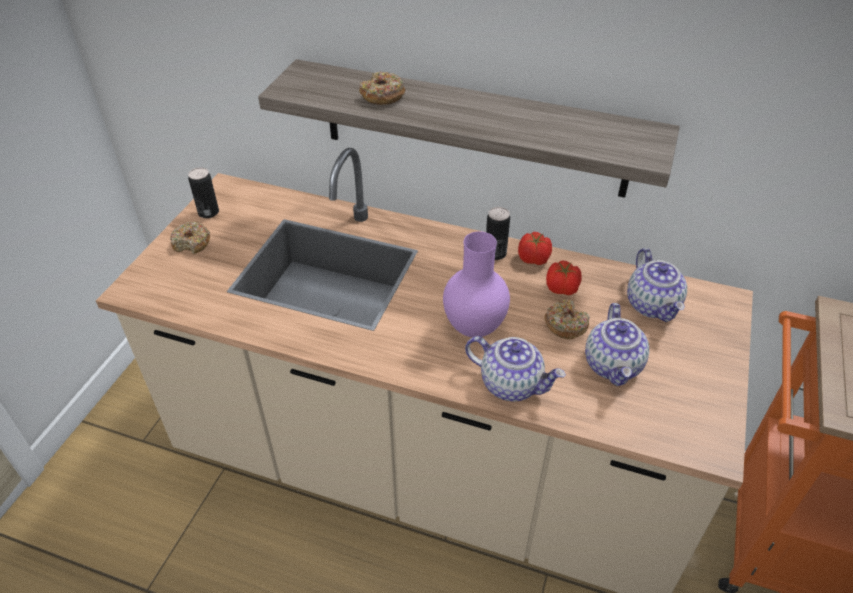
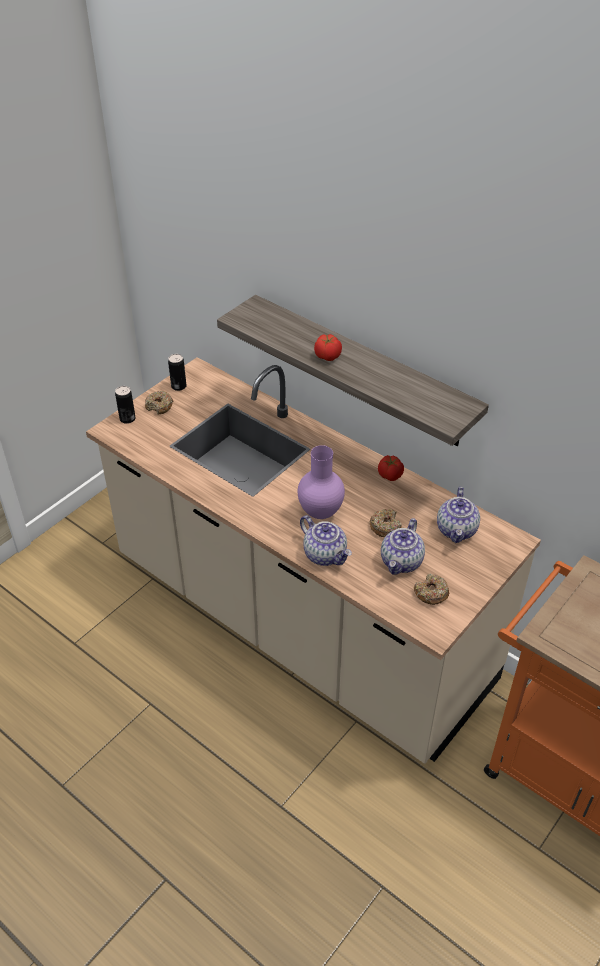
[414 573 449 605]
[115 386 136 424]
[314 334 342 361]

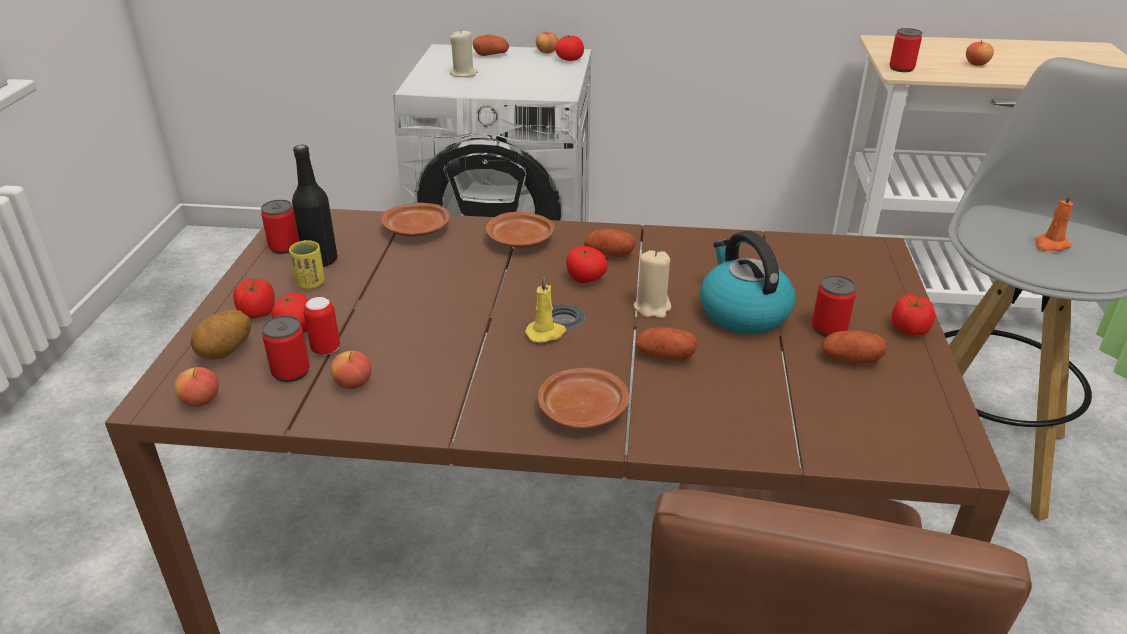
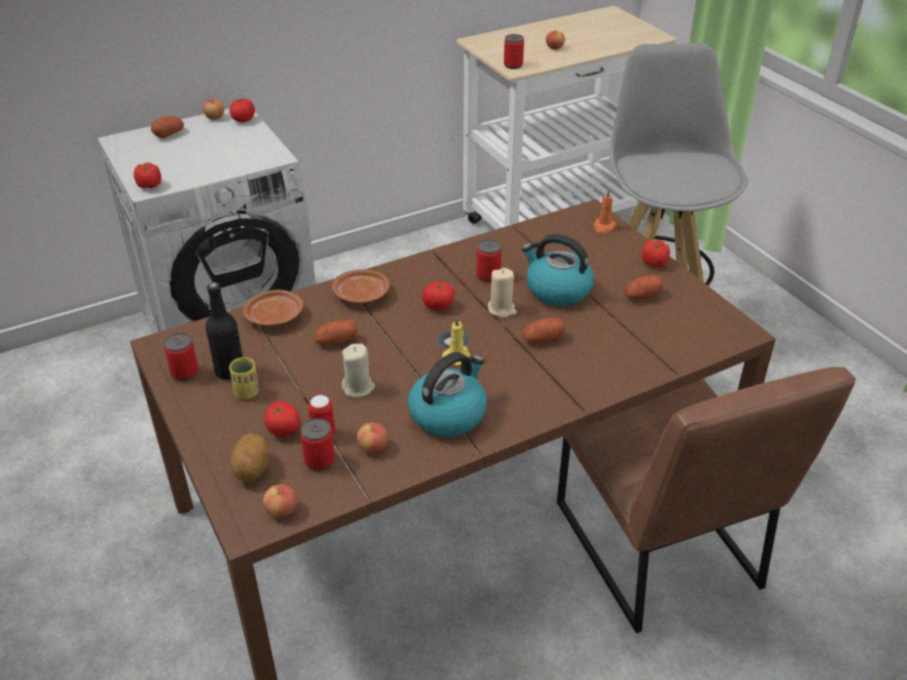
[538 368 629 429] (first image)
[408 352 487 437]
[133 162 161 188]
[341 343 375 397]
[314 320 358 345]
[476 239 502 282]
[593 189 617 234]

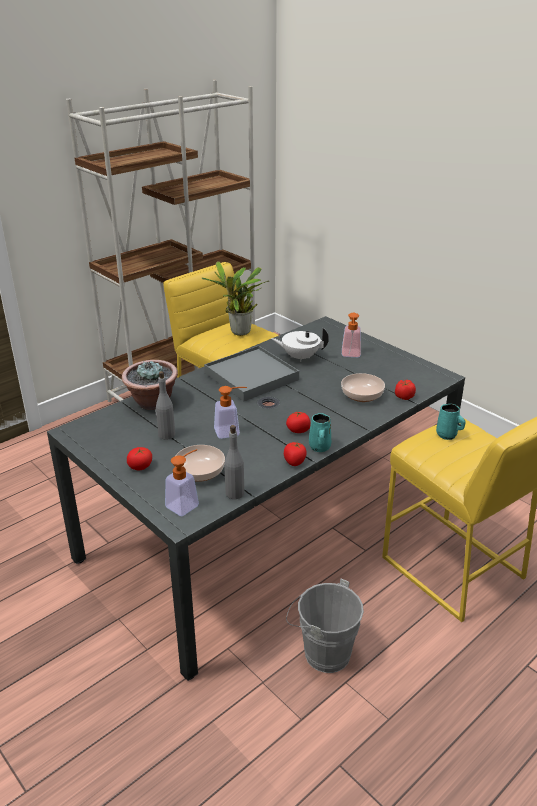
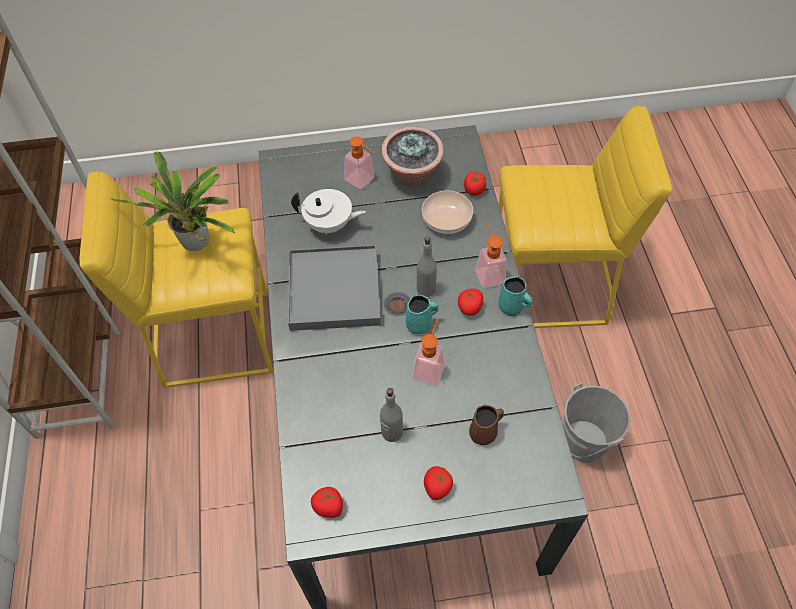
[381 126 444 187]
[475 223 506 288]
[417 236 437 297]
[311 487 343 518]
[406 295 438 334]
[469 405 504 445]
[291 189 366 235]

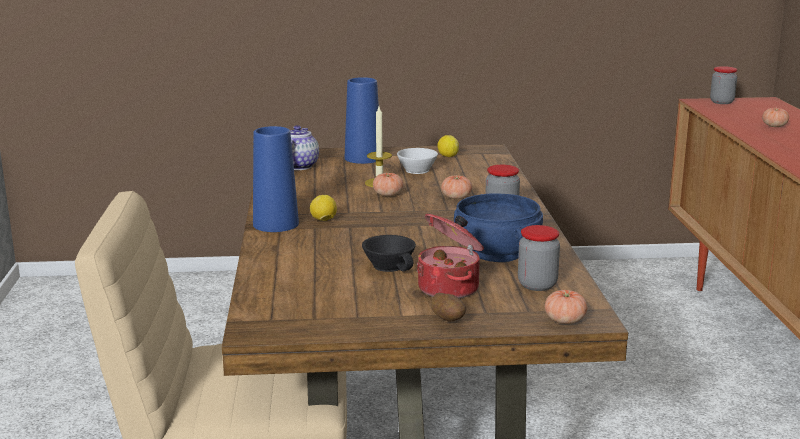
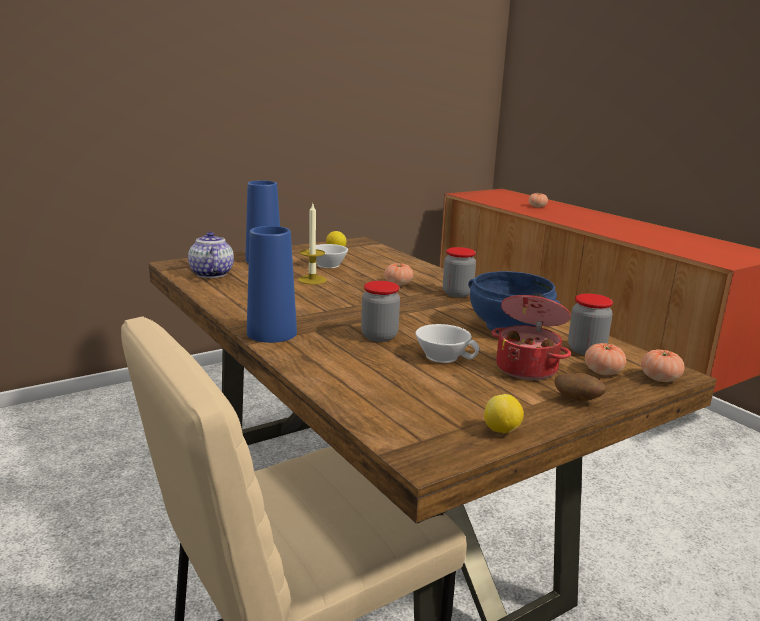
[484 394 524 433]
[585 343 626 375]
[361 281 400 342]
[416 324 479 363]

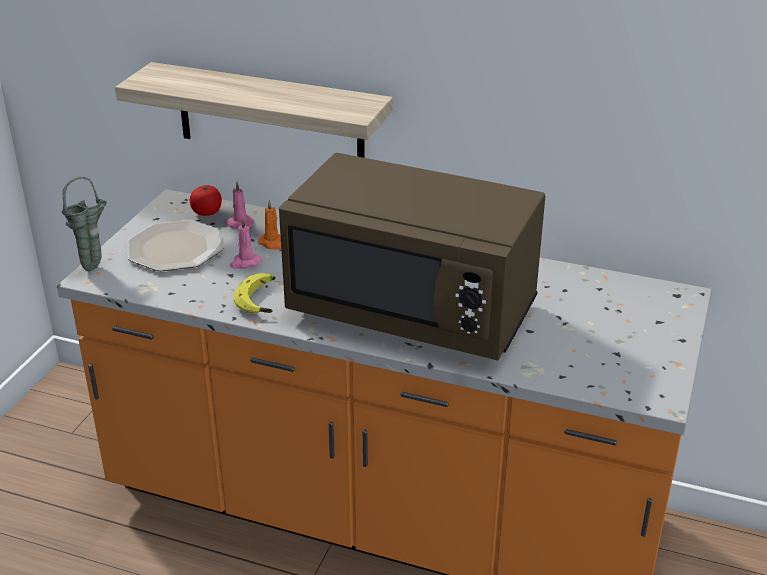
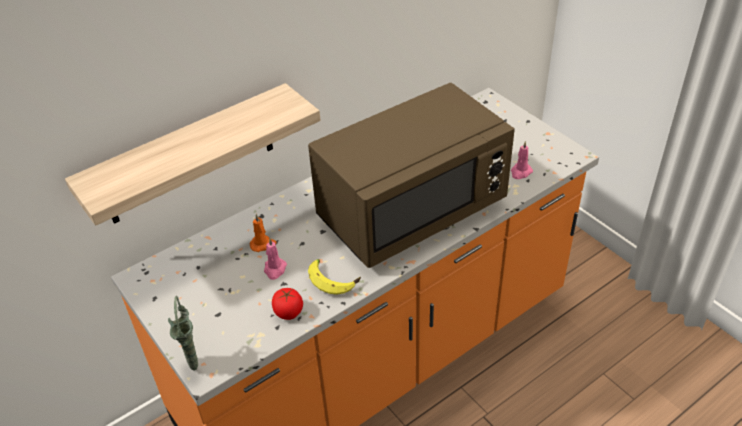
[127 220 224 271] (first image)
[272 288 303 320]
[511 141 533 179]

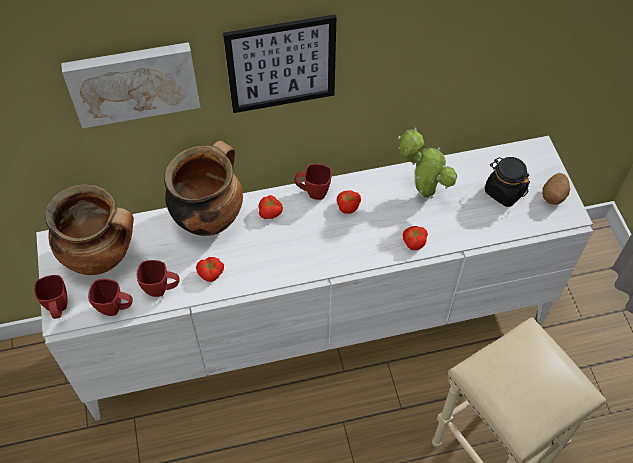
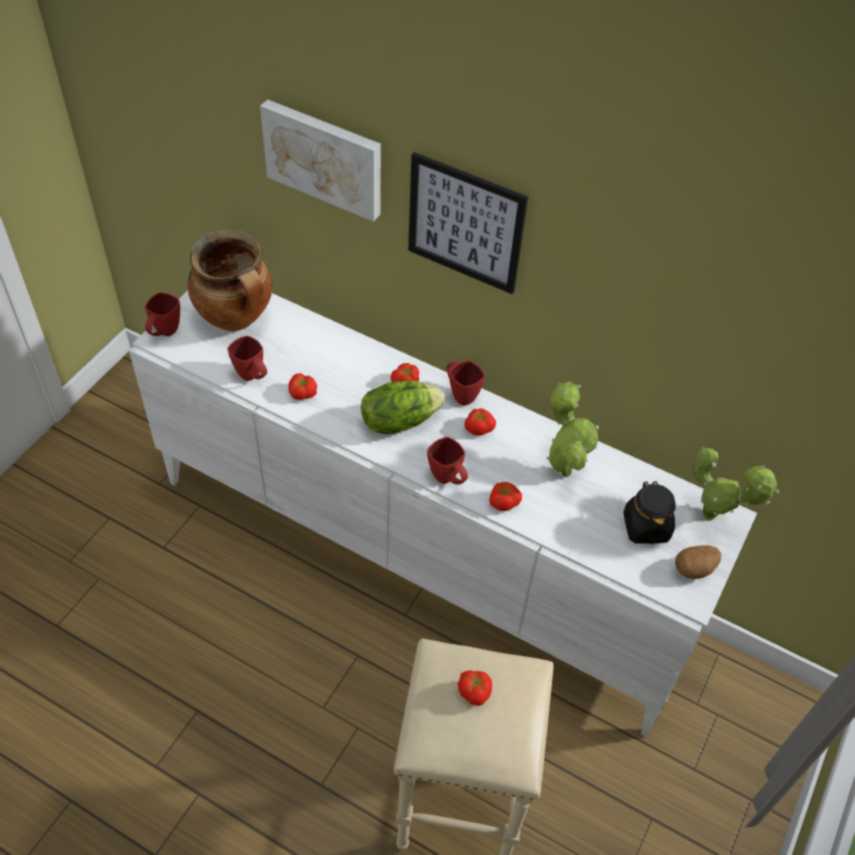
[164 140 243 236] (first image)
[361 381 445 434]
[457 670 492 706]
[693 446 779 522]
[427 437 468 485]

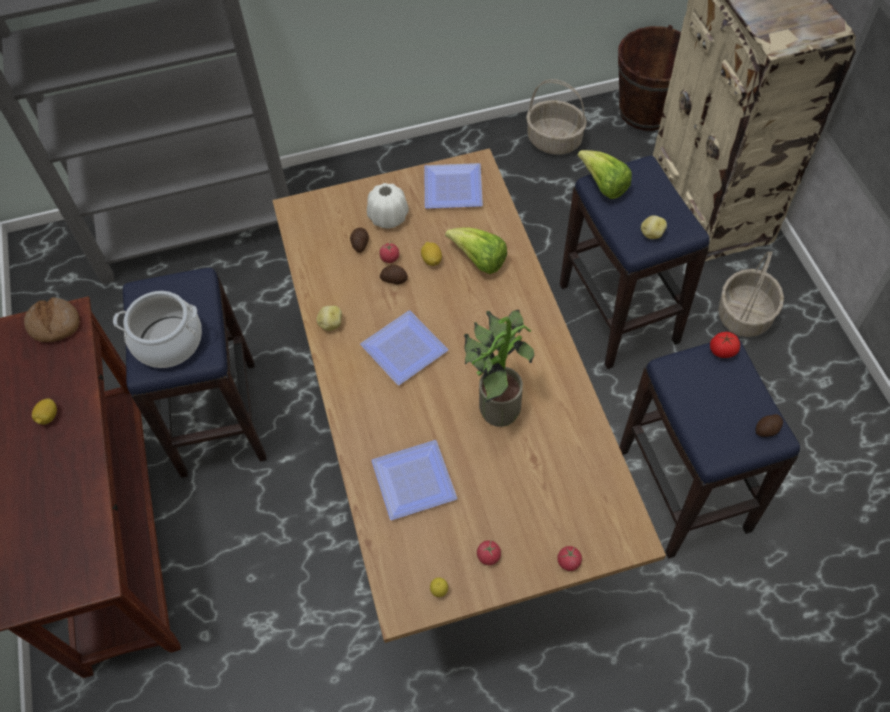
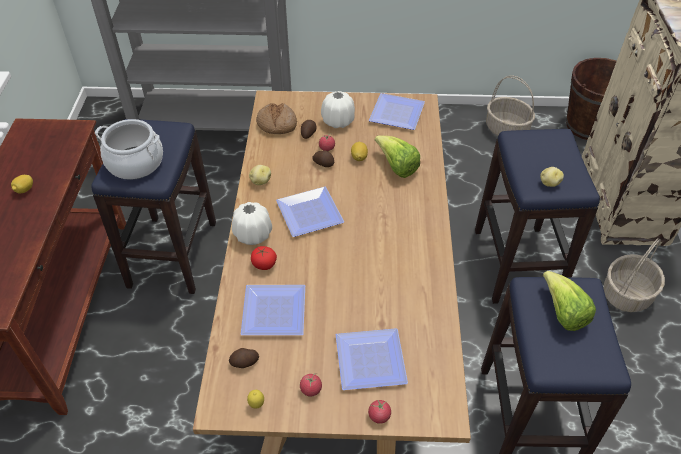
[464 310 534 427] (first image)
[232 202 272 245]
[336 328 408 390]
[256 103 297 134]
[543 271 596 331]
[251 246 277 270]
[229 348 259 368]

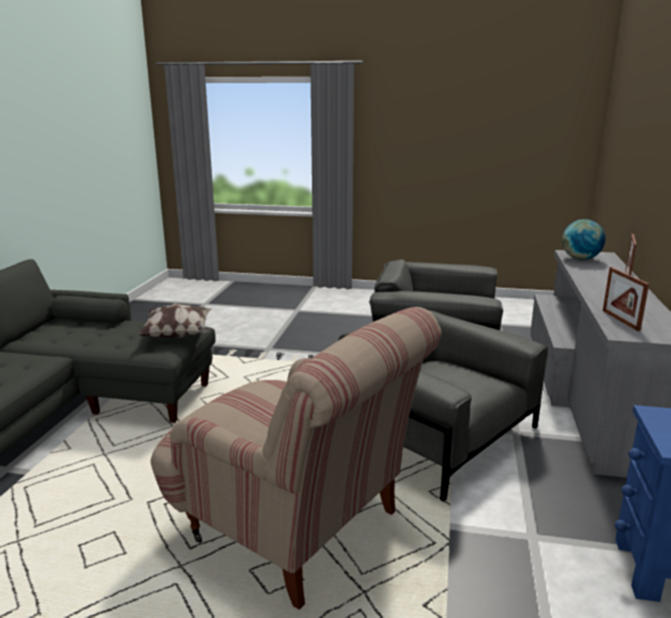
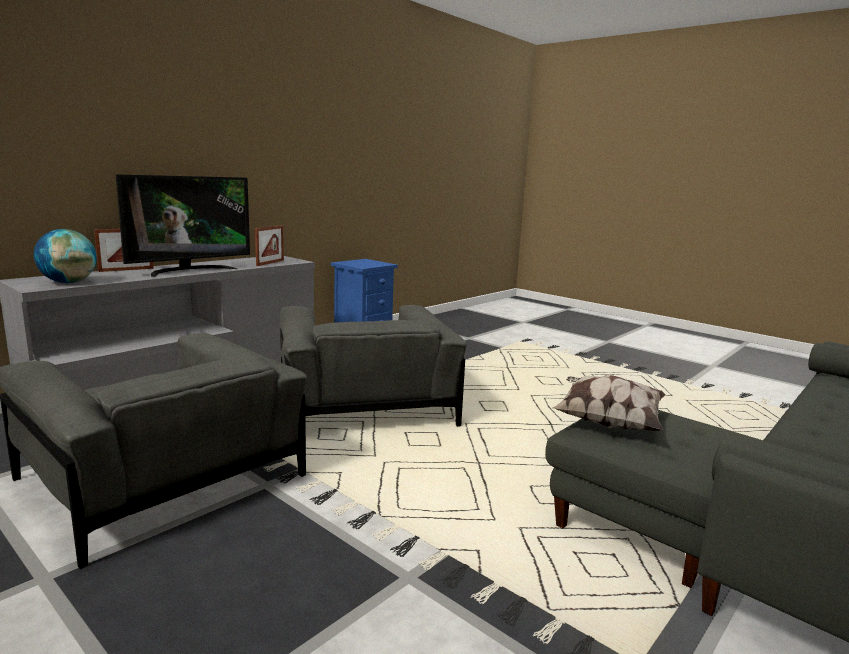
[151 307 442 610] (first image)
[116 174 250 277]

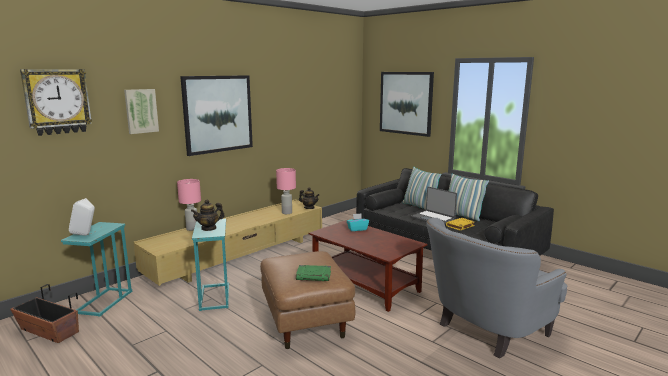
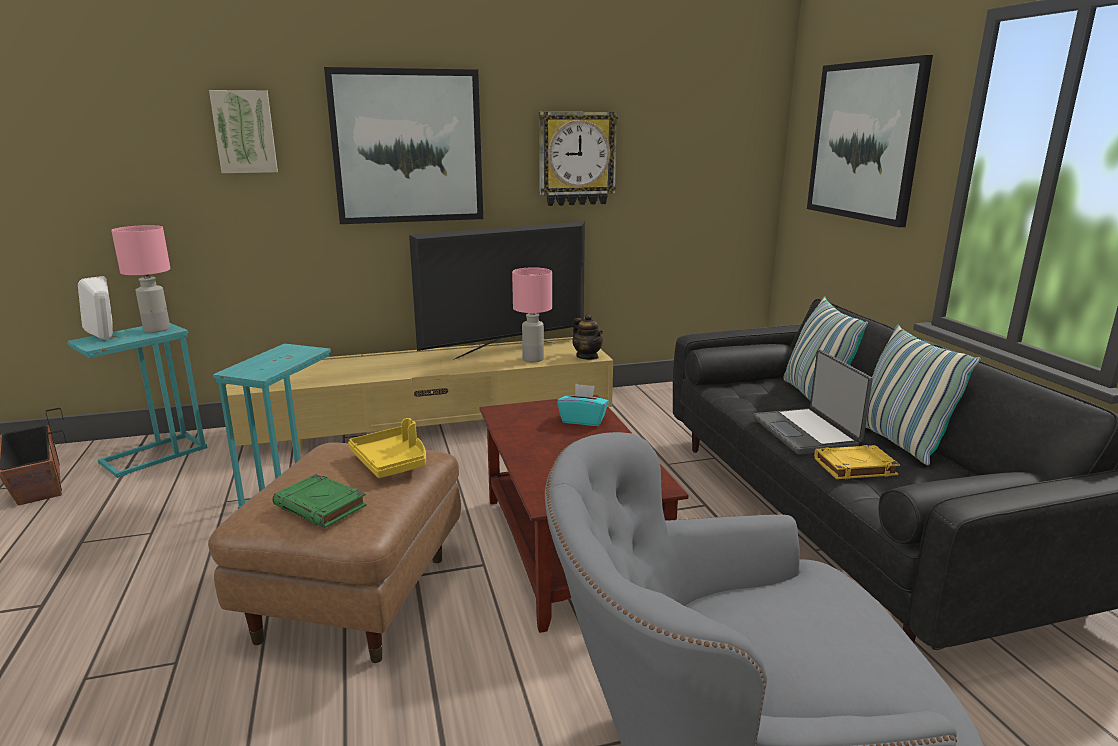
[191 200 225 231] (first image)
[348 418 426 478]
[409 221 585 360]
[539 112 618 206]
[111 225 171 333]

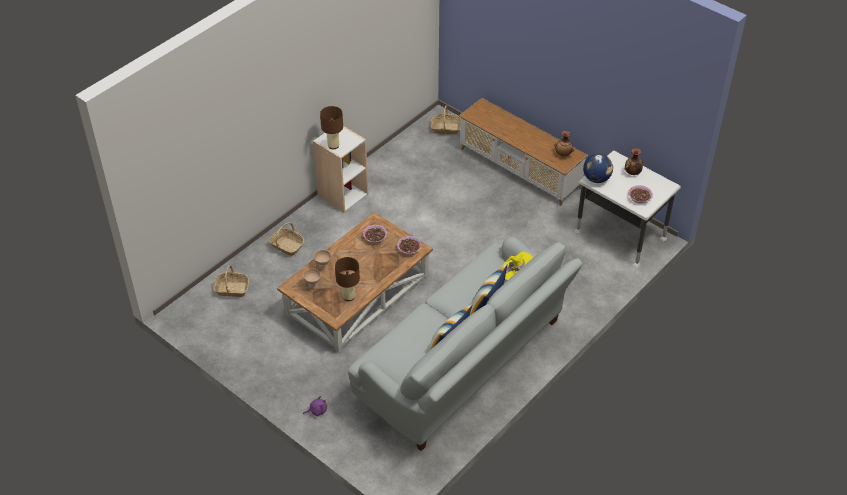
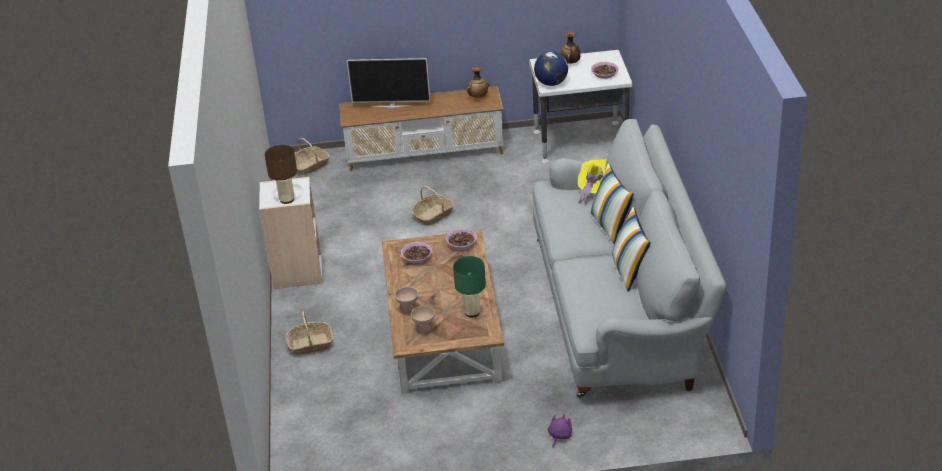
[347 58 431 108]
[411 186 454 226]
[453 256 486 318]

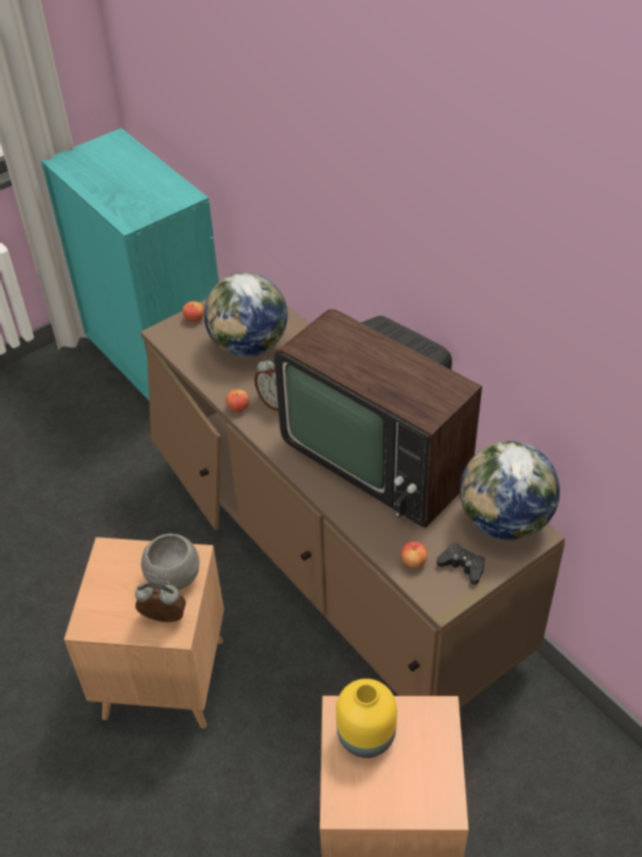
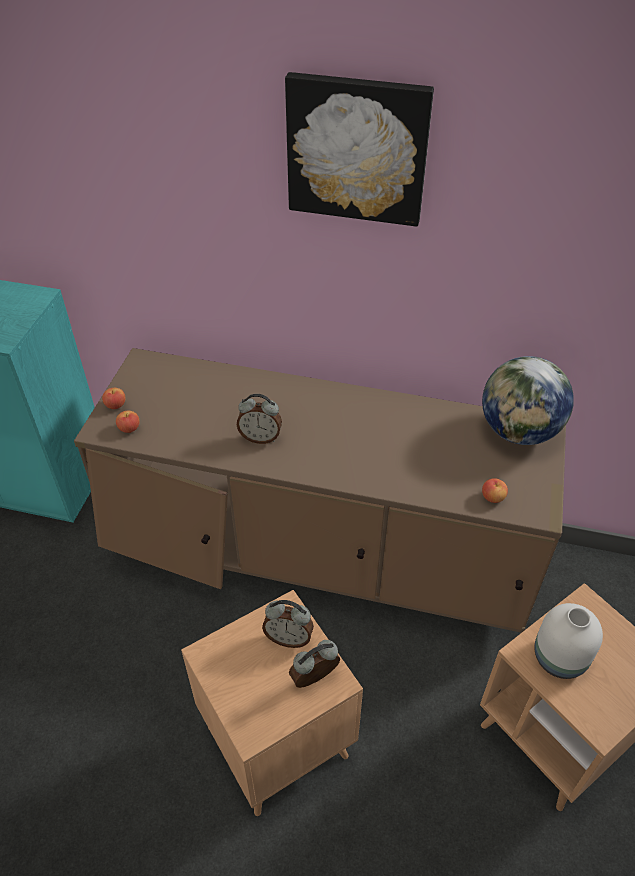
[204 272 287 357] (first image)
[274 309 482 528] (first image)
[437 543 485 585] (first image)
[285 72 434 227]
[116 411 140 433]
[262 600 314 648]
[534 603 603 679]

